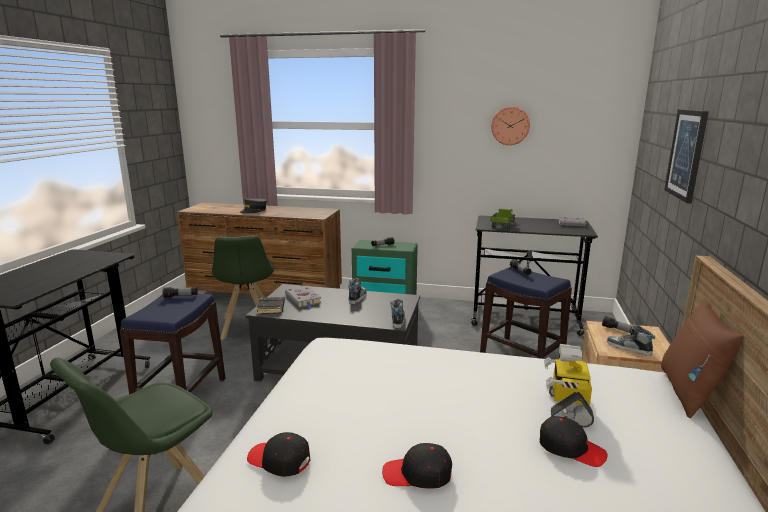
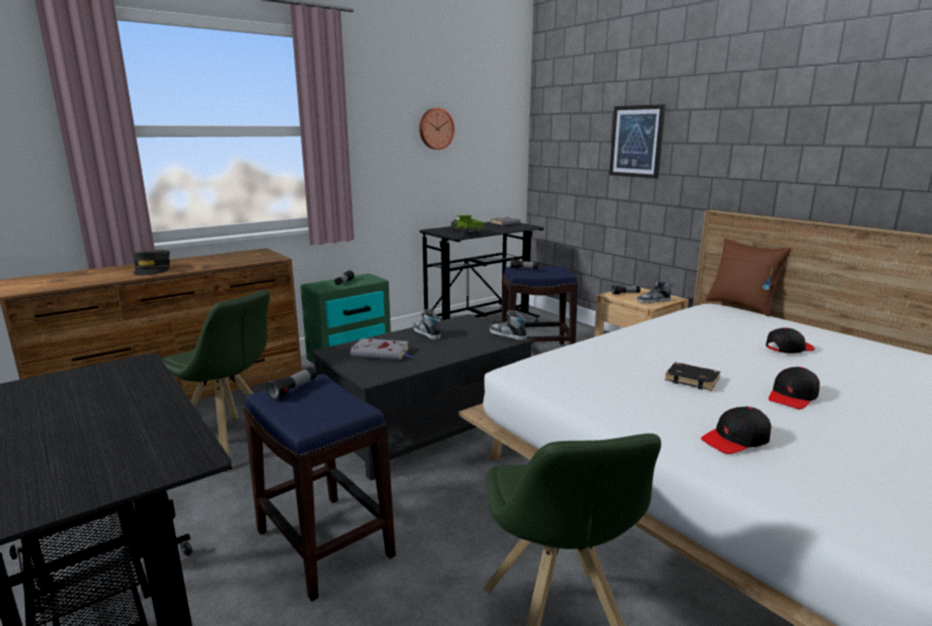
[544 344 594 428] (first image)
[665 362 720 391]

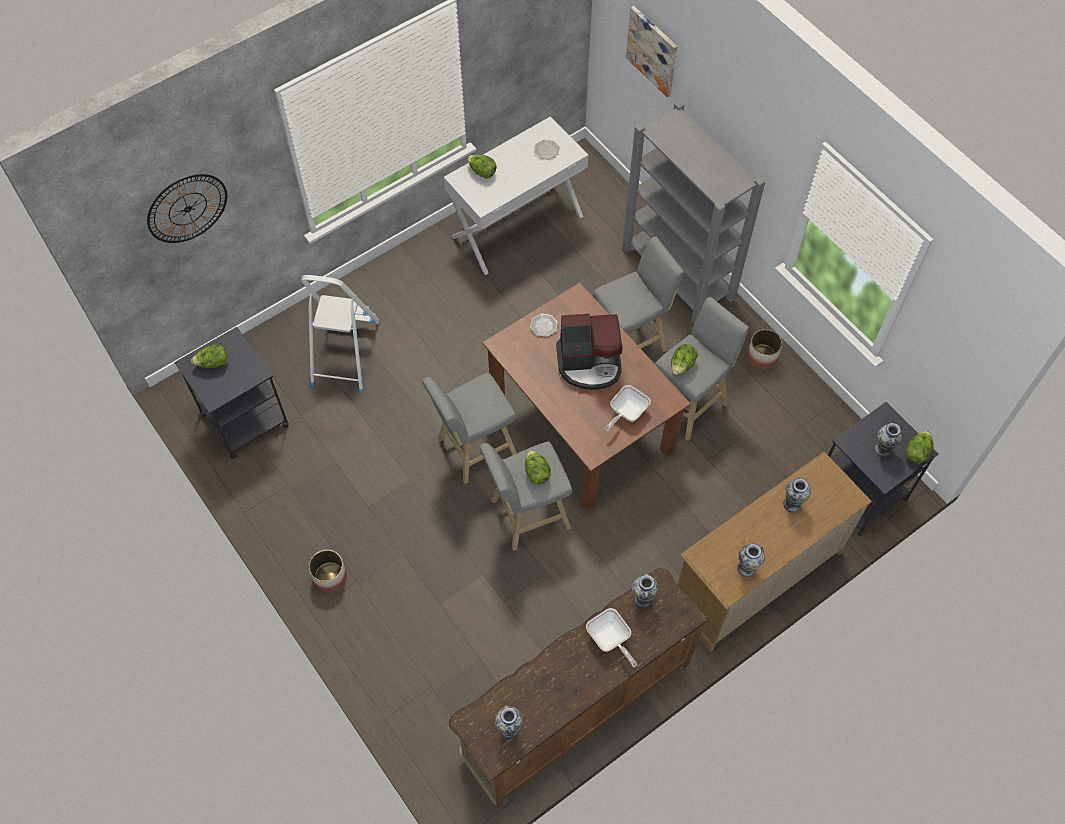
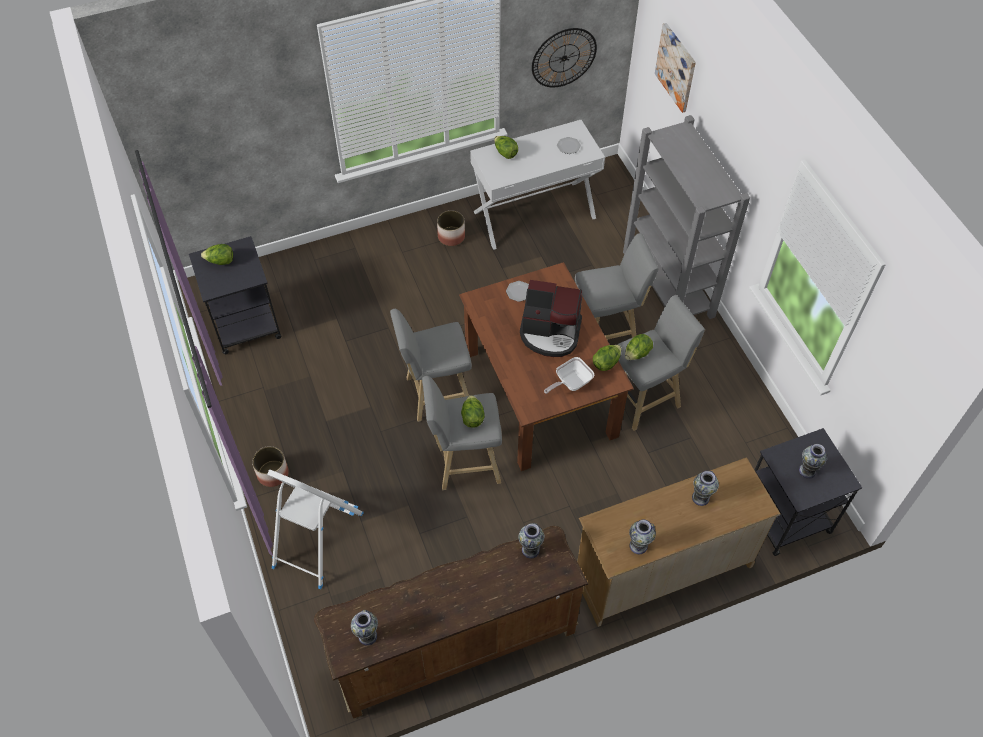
[586 608 637 667] (first image)
[532 28 597 87]
[267 469 364 589]
[437 210 465 246]
[593 345 622 371]

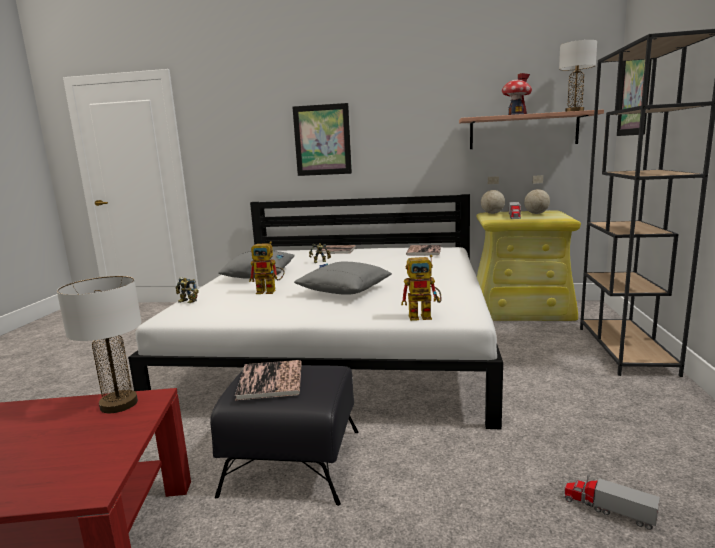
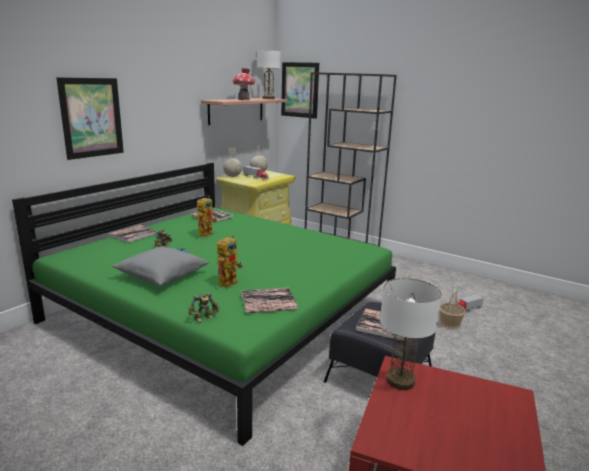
[294 262 392 295] (first image)
[241 287 298 314]
[439 289 466 329]
[197 196 217 237]
[12 163 396 446]

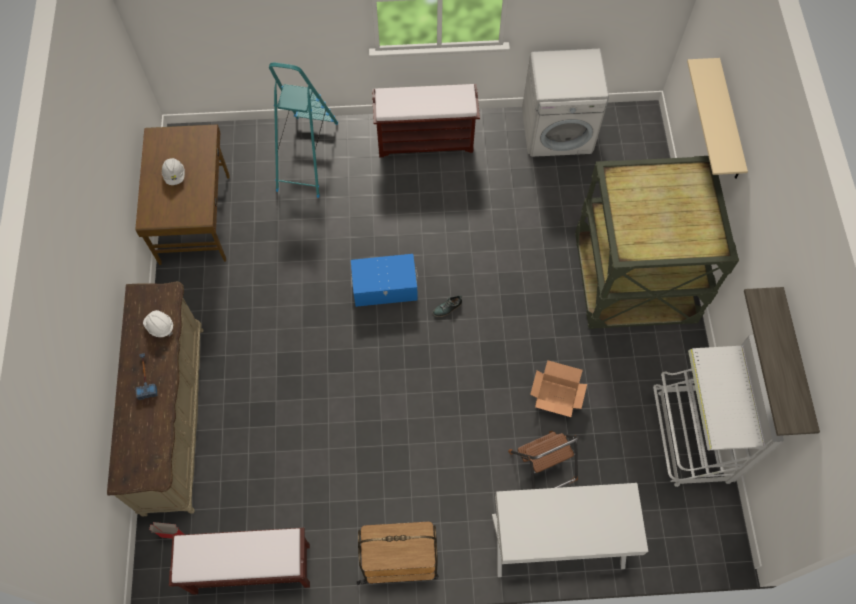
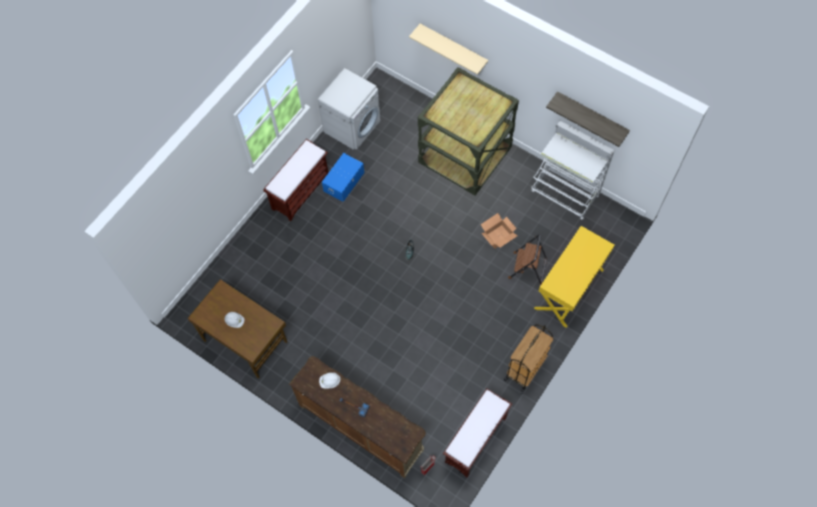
[269 63 338 198] (first image)
[322 153 364 202]
[534 226 614 328]

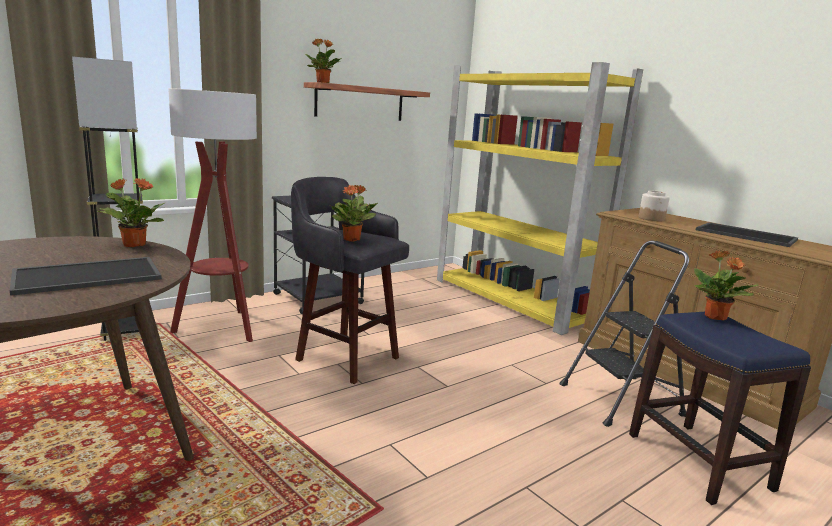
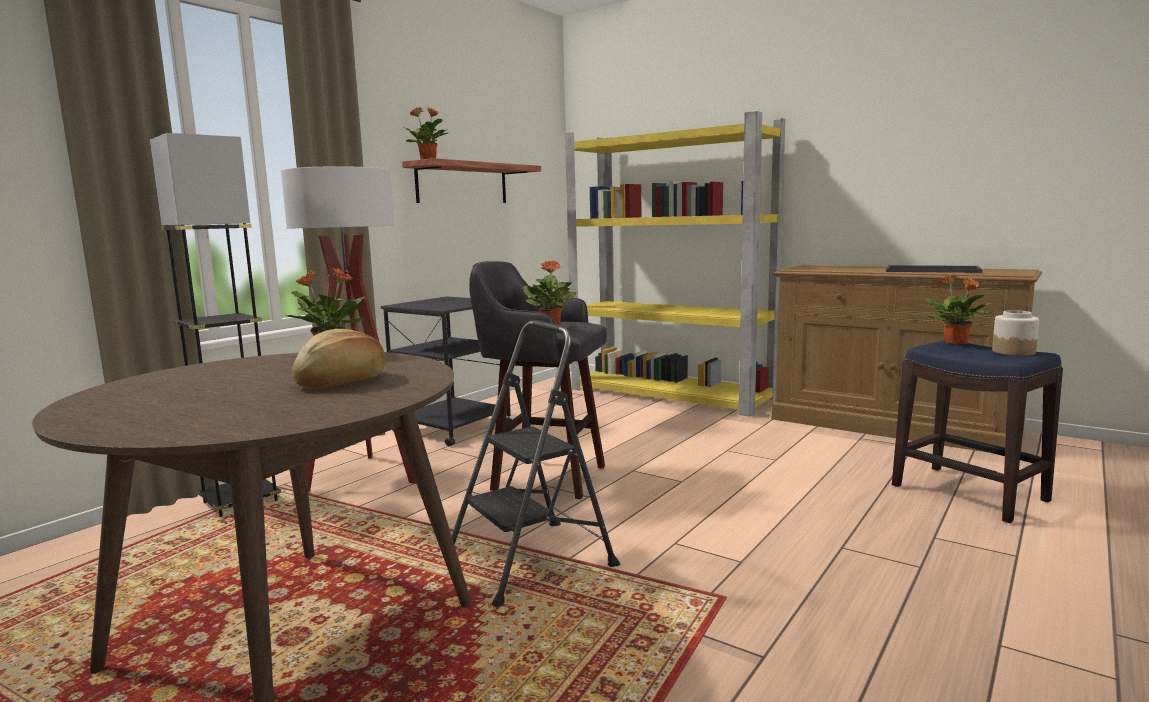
[452 320 620 607]
[992 310 1039 356]
[292 329 385 389]

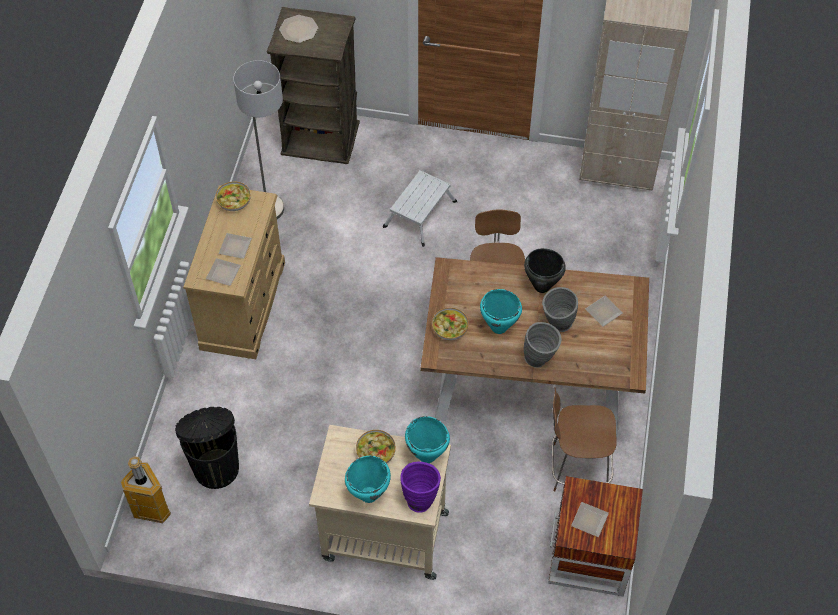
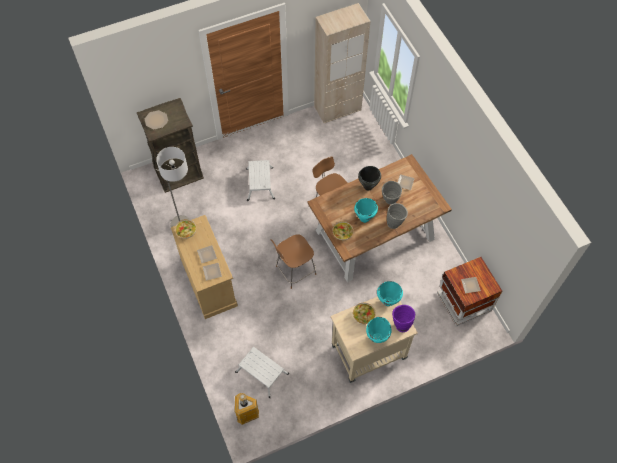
[271 234 316 289]
[235 347 289 398]

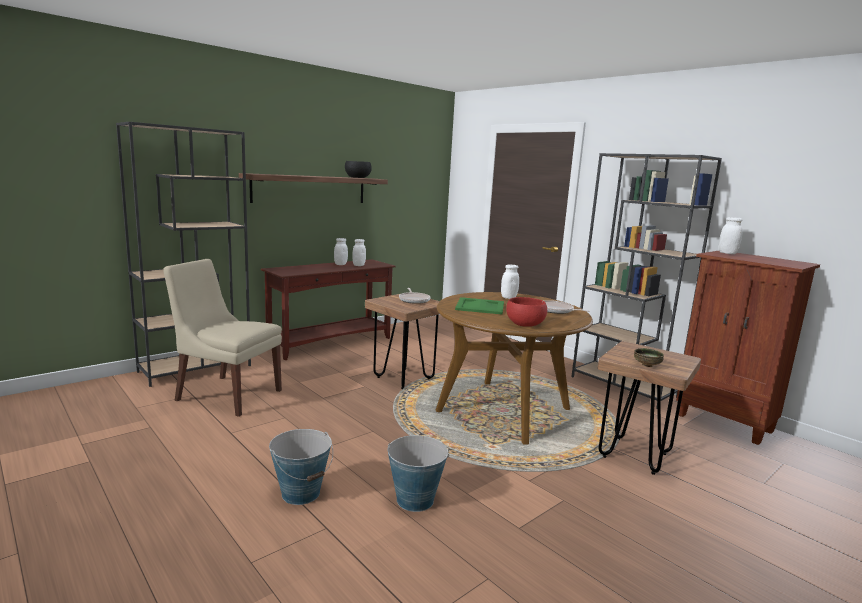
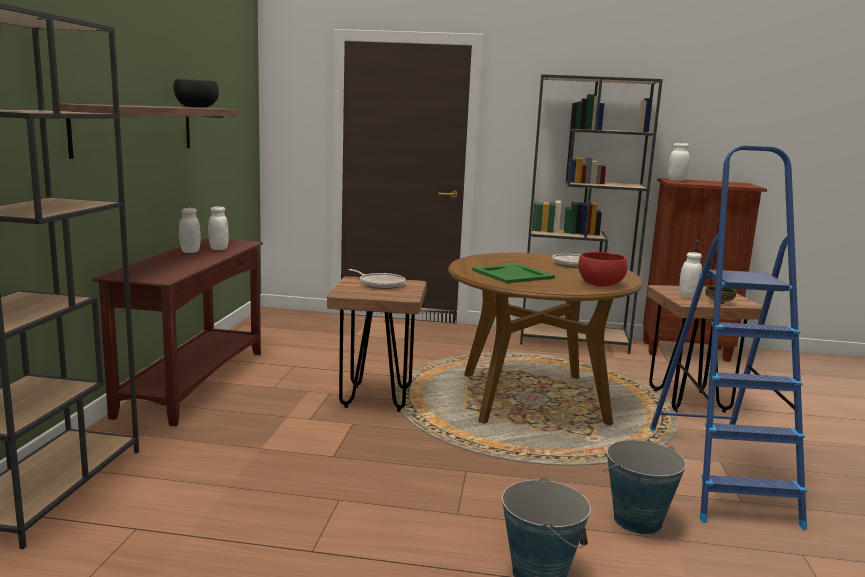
[163 259 282 417] (first image)
[650 145 807 530]
[679 252 702 298]

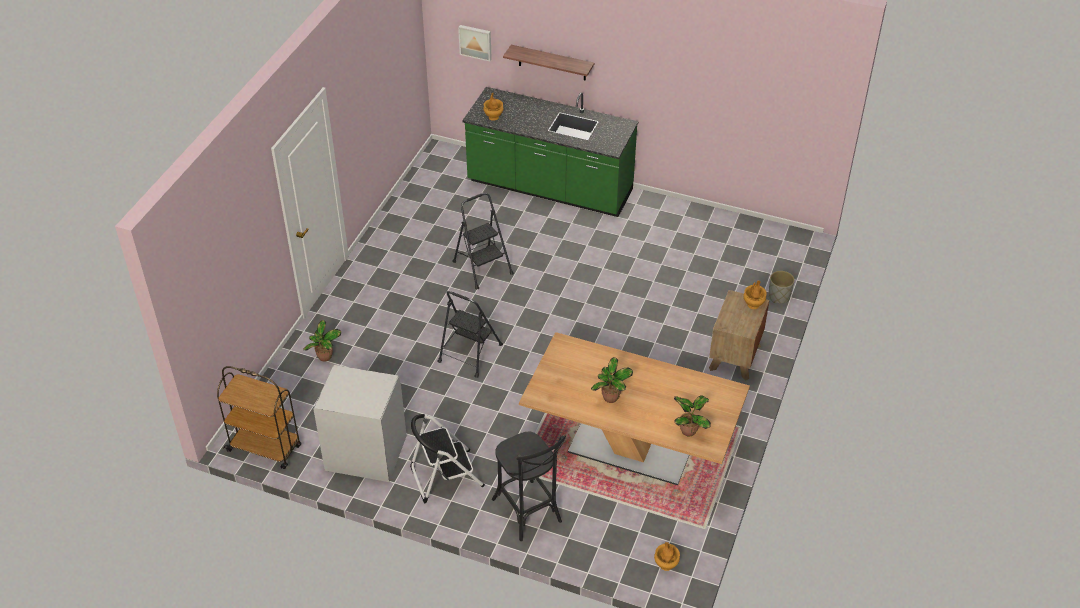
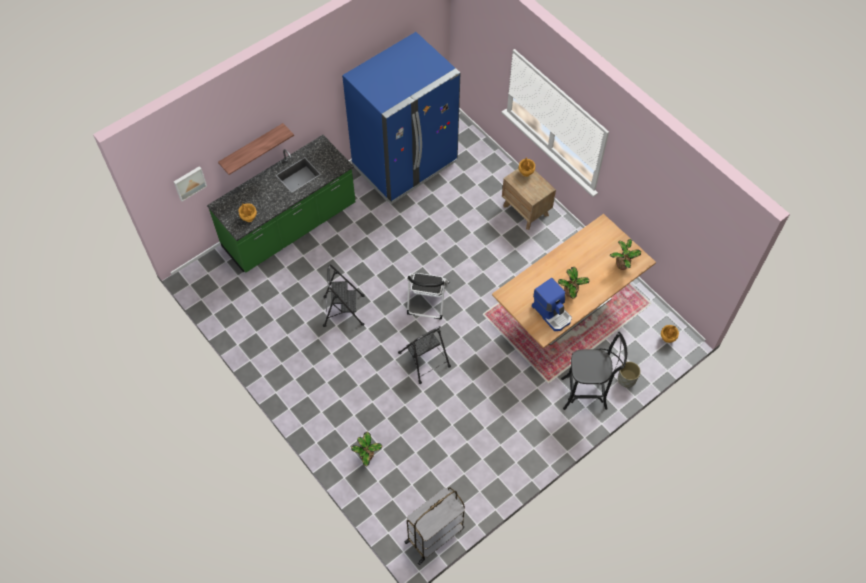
[313 365 407 482] (first image)
[342 32 460 204]
[532 278 572 331]
[407 273 450 320]
[618 362 641 388]
[405 487 465 565]

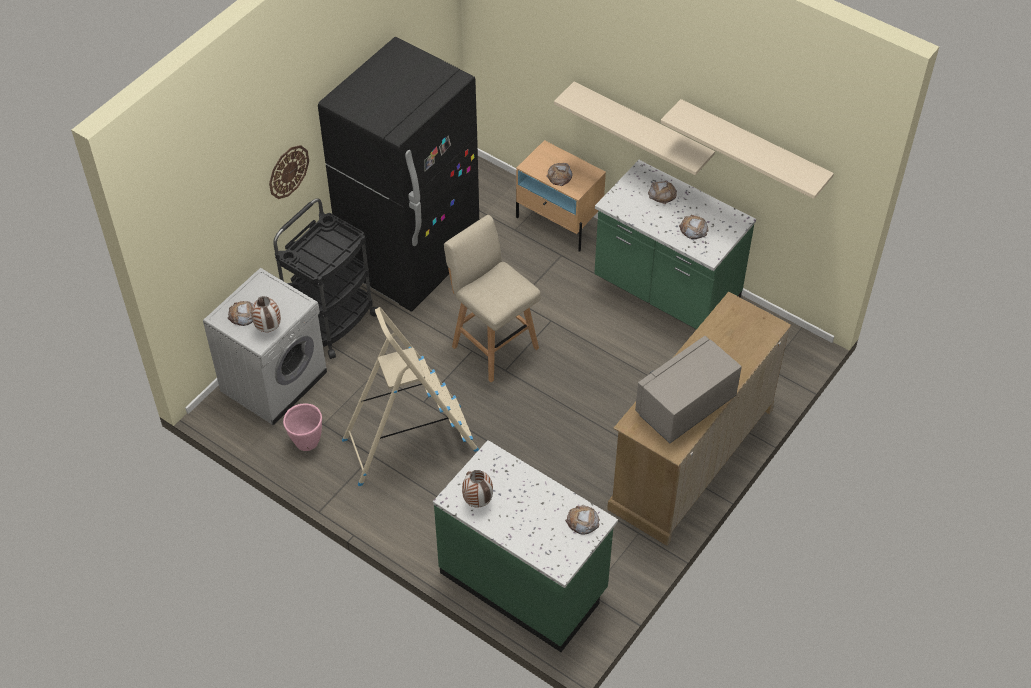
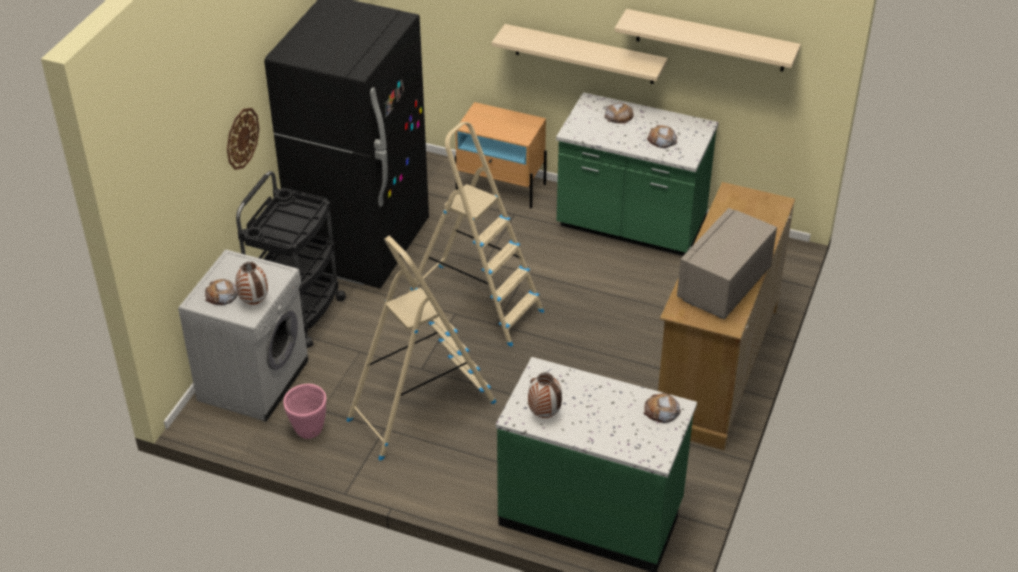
[546 163 572 186] (first image)
[408 122 544 347]

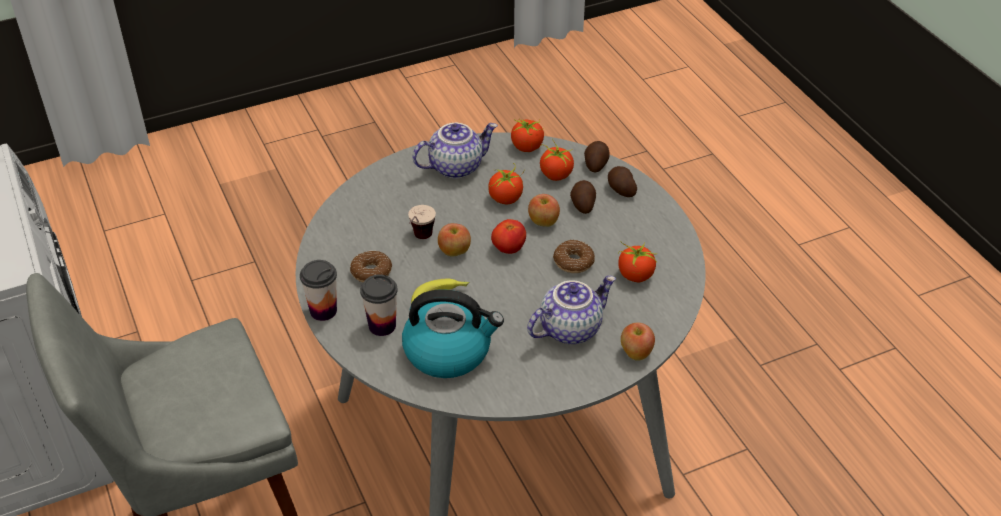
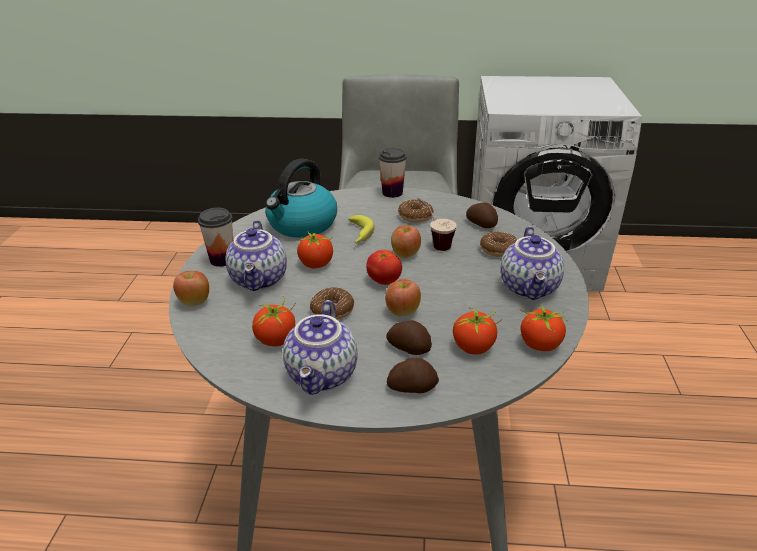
[283 300 357 395]
[480 231 518 257]
[198 208 233 267]
[296 232 333 268]
[466 203 498 228]

